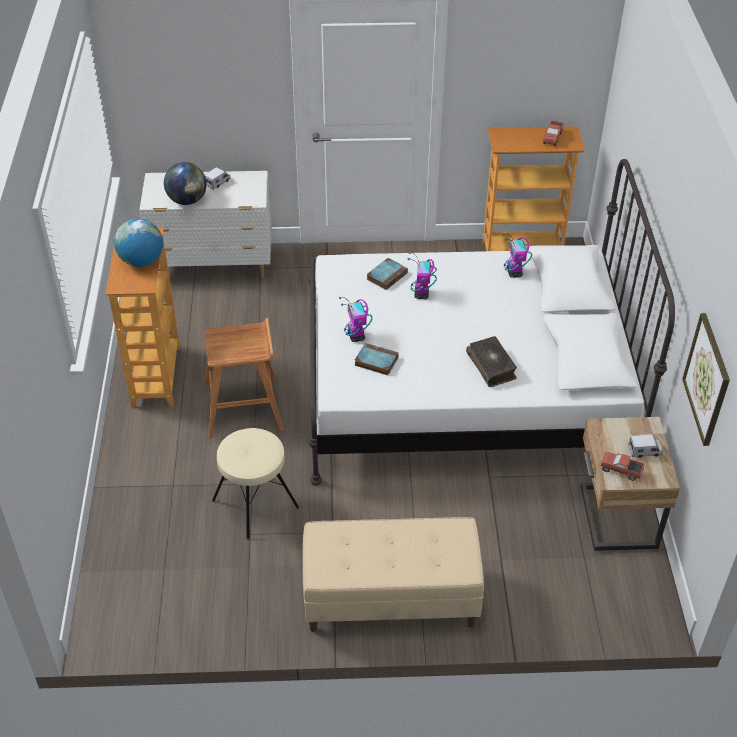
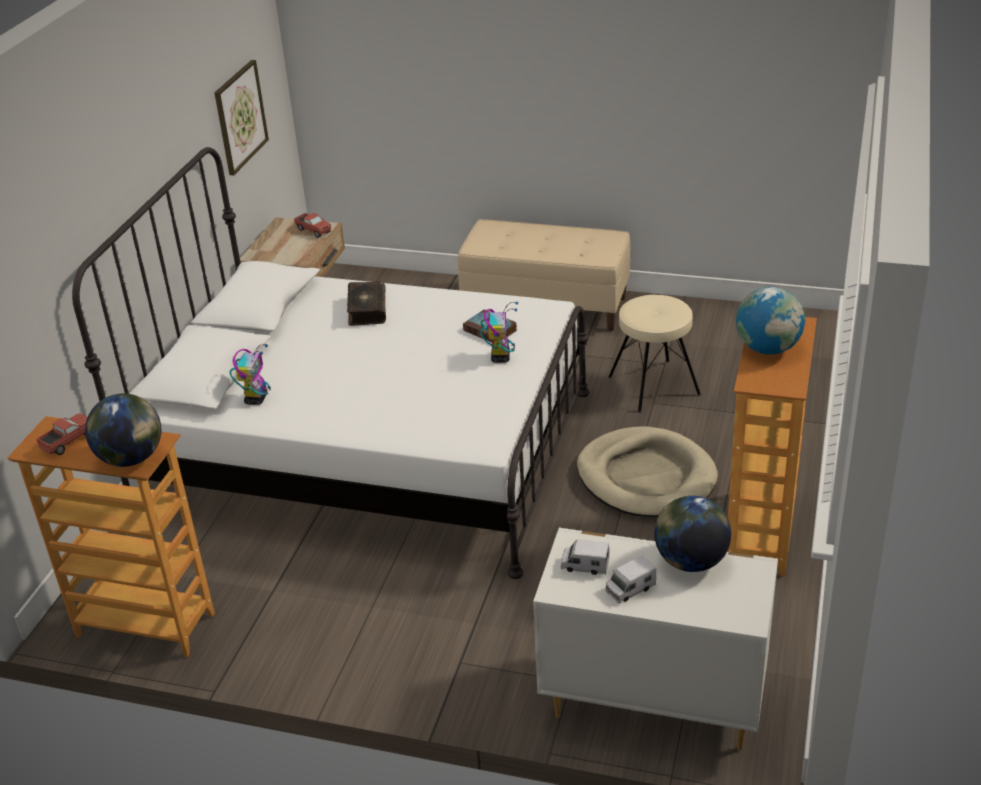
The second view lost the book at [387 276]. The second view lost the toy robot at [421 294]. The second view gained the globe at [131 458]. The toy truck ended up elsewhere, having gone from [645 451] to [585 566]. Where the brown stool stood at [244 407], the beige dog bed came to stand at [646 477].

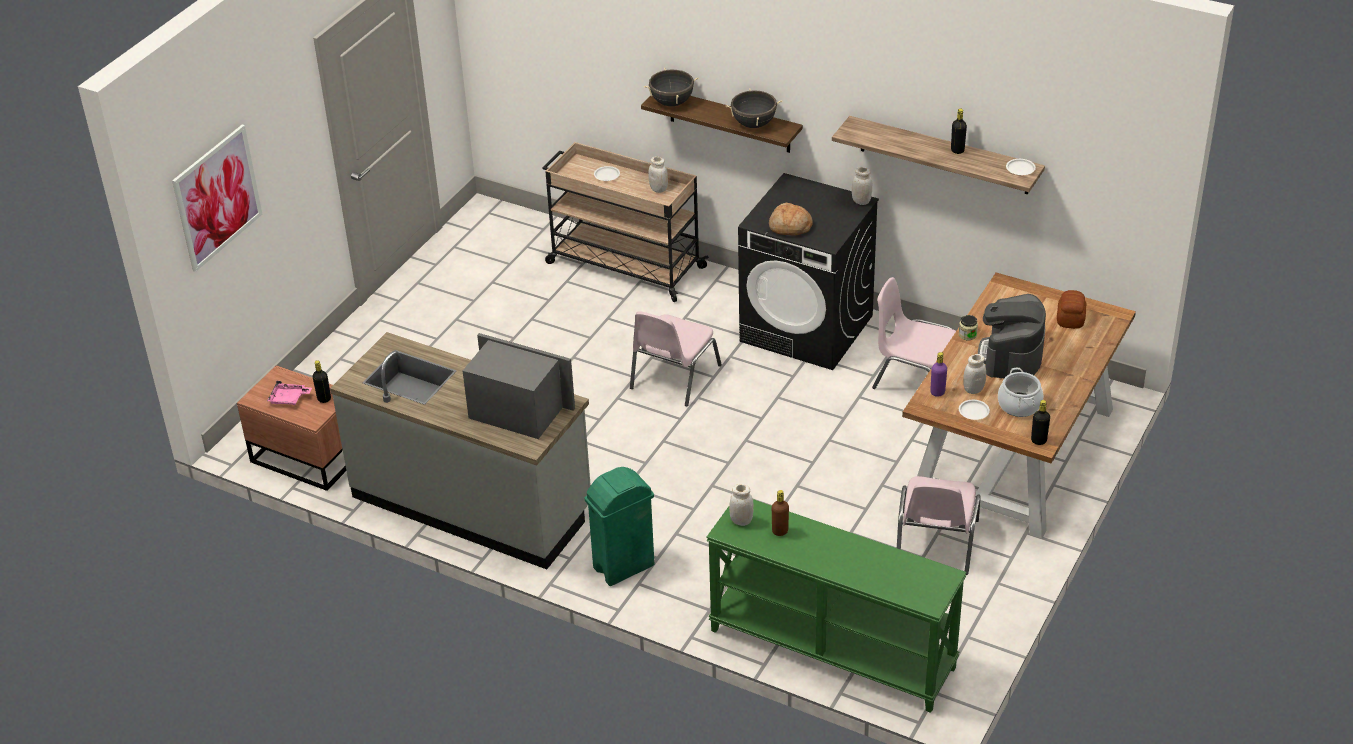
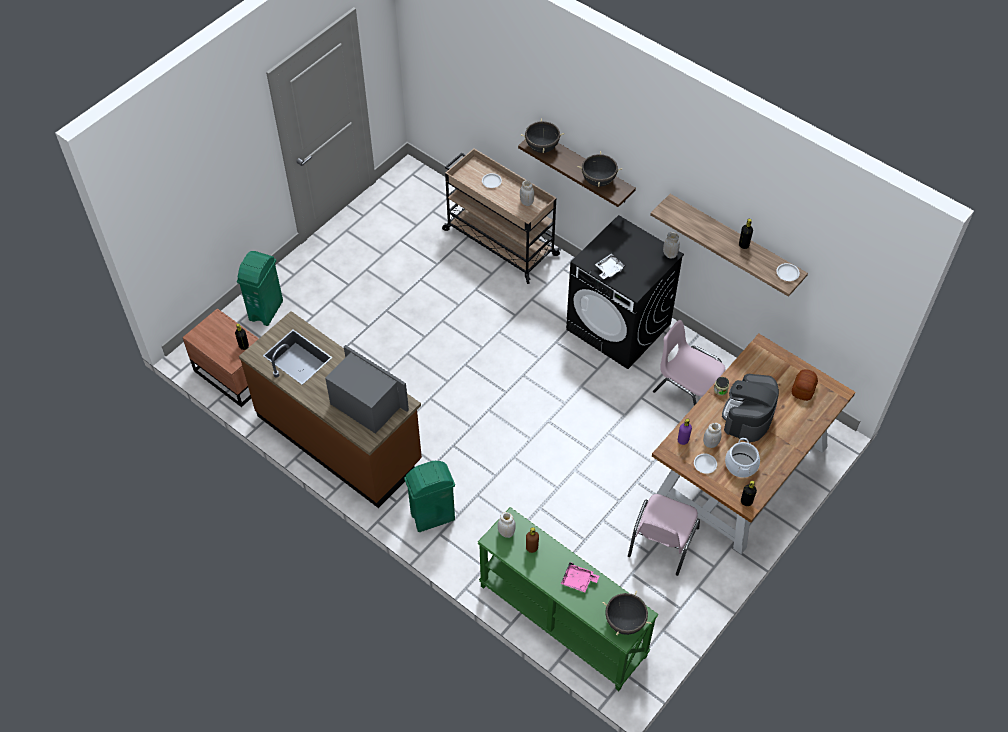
The second view lost the picture at [217 197]. The second view lost the pink chair at [673 377]. The second view gained the green trash can at [266 310]. The second view gained the black cooking pot at [625 622]. The pink tray ended up elsewhere, having gone from [289 398] to [578 580]. Where the bread stood at [790 227], the white tray came to stand at [609 269]. What was the grey counter at [472 503] turned into the brown counter at [340 438].

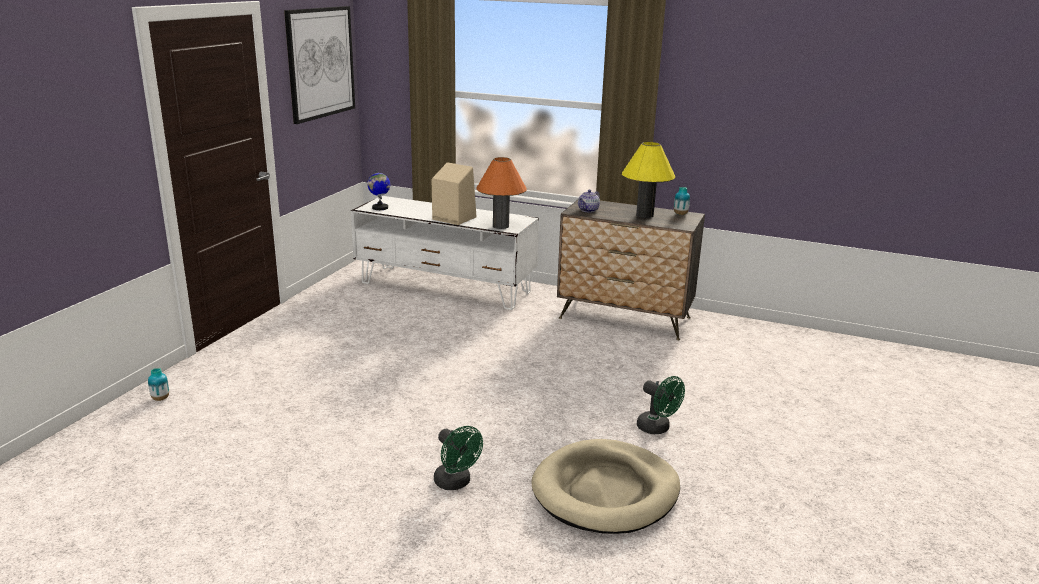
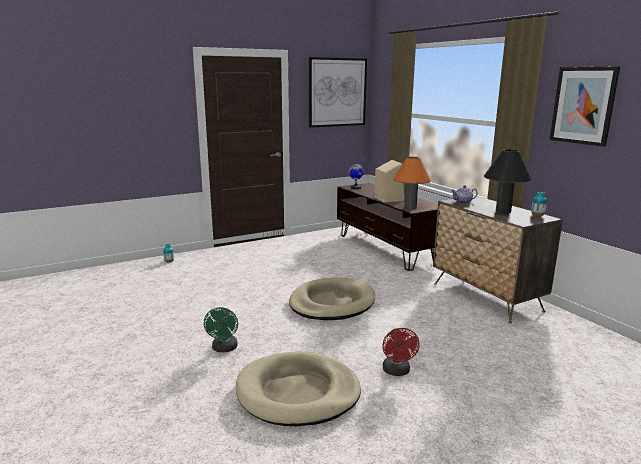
The second view gained the beige dog bed at [332 303]. The second view gained the picture at [583 105]. What was the white tv stand at [445 287] turned into the brown tv stand at [385 249]. What was the yellow table lamp at [644 215] turned into the black table lamp at [503 211]. What was the green fan at [657 428] turned into the red fan at [397 372].

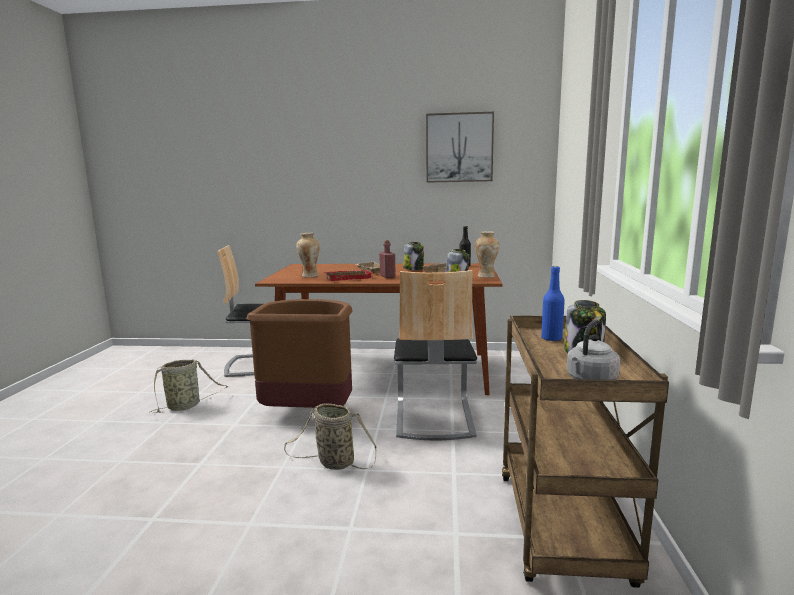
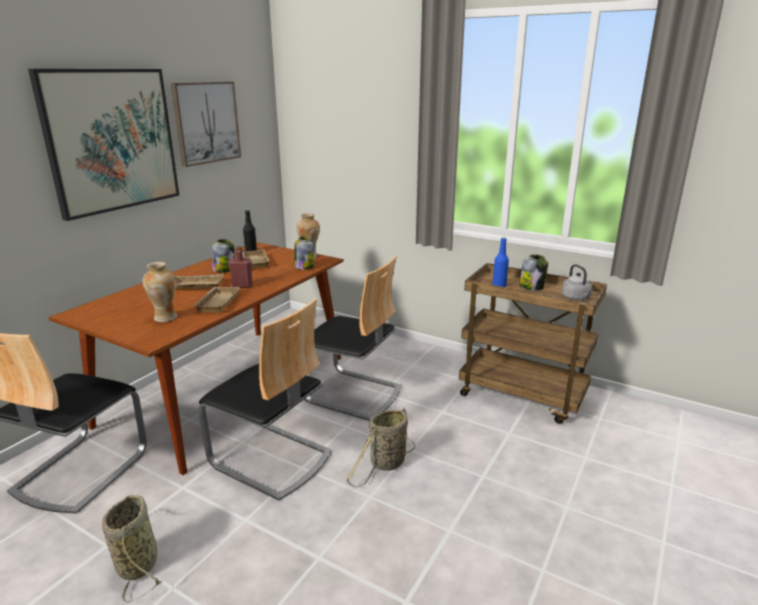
The second view gained the picture at [111 140]. Where the brown trash can stood at [308 412], the chair came to stand at [271 459]. What was the red tray at [348 278] turned into the beige tray at [217 302].

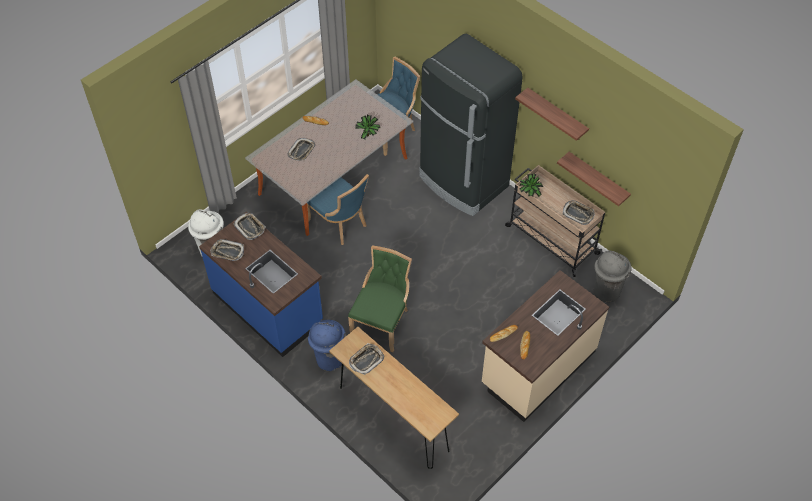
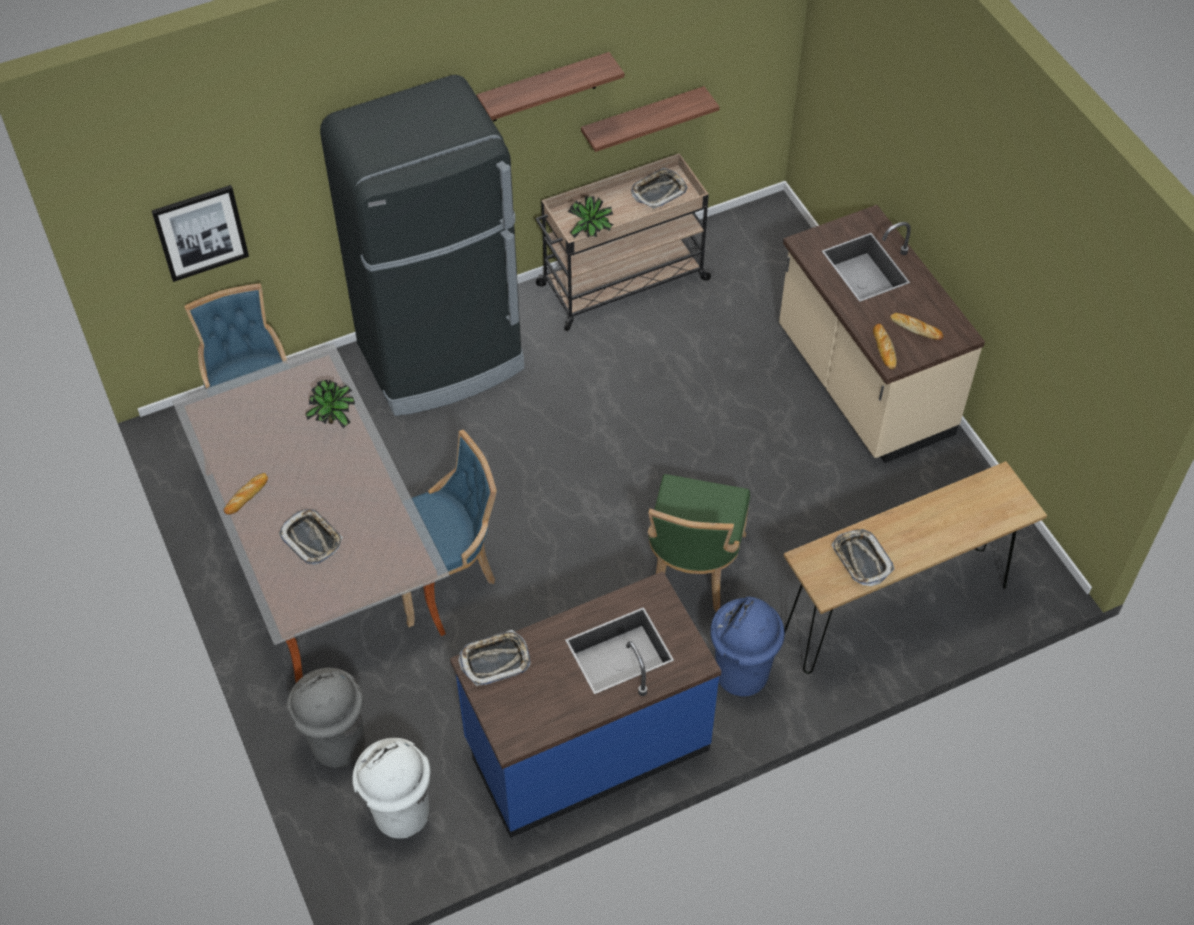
The second view lost the tray at [227 252]. The second view gained the picture at [200 232]. The grey trash can ended up elsewhere, having gone from [606 291] to [336 743]. The green chair at [382 322] ended up facing another way, 120 degrees counterclockwise from before.

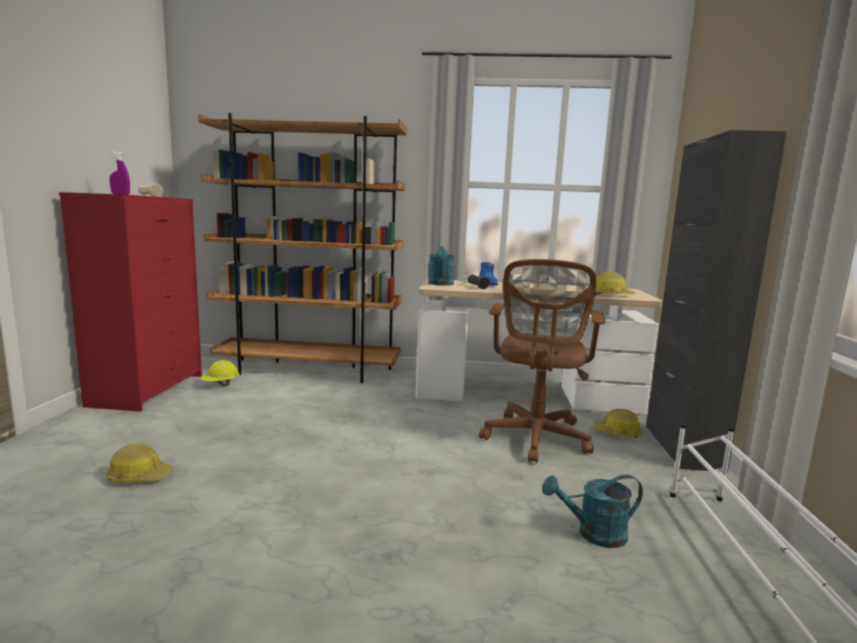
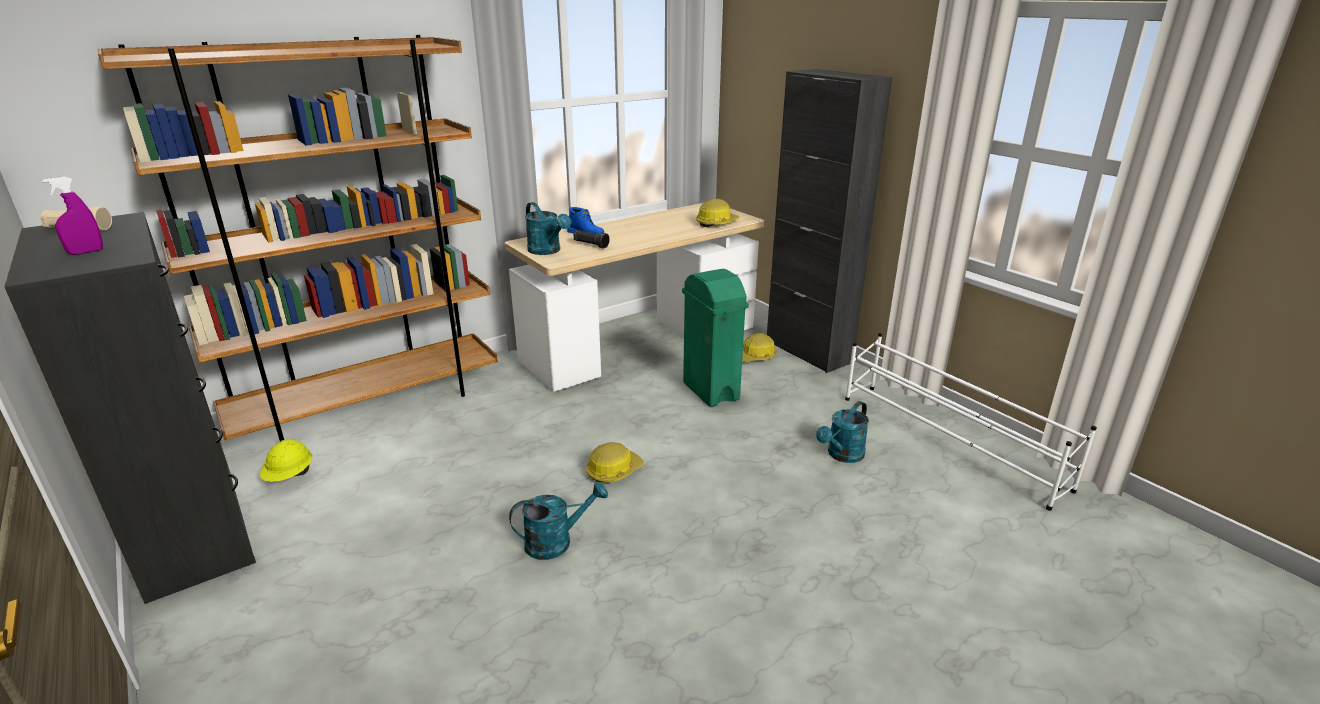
The second view gained the turquoise watering can at [557 542]. The hard hat ended up elsewhere, having gone from [140 476] to [613 471]. Where the brown office chair stood at [535 439], the green trash can came to stand at [711 391]. What was the red dresser at [148 389] turned into the black dresser at [193 531].

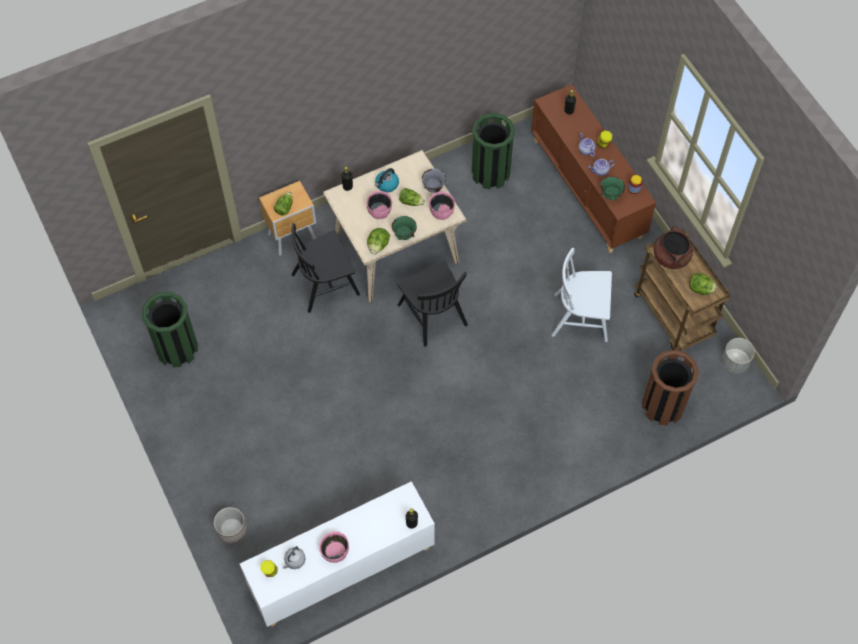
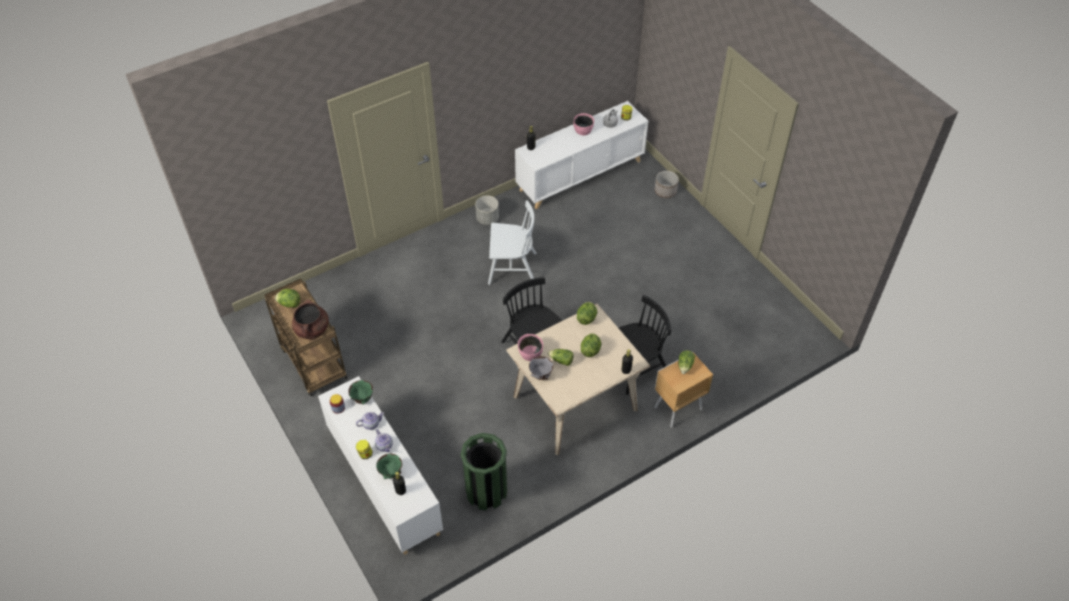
The second view lost the green trash can at [177 349]. The second view lost the kettle at [387 185]. The second view lost the brown trash can at [663 406]. The green bowl ended up elsewhere, having gone from [404 235] to [390 473]. The white chair ended up elsewhere, having gone from [581 317] to [512 268]. The grey planter ended up elsewhere, having gone from [735 363] to [487 218]. Where the pink bowl stood at [380 210], the lettuce came to stand at [590 350]. What was the brown cabinet at [587 189] turned into the white cabinet at [384 482].

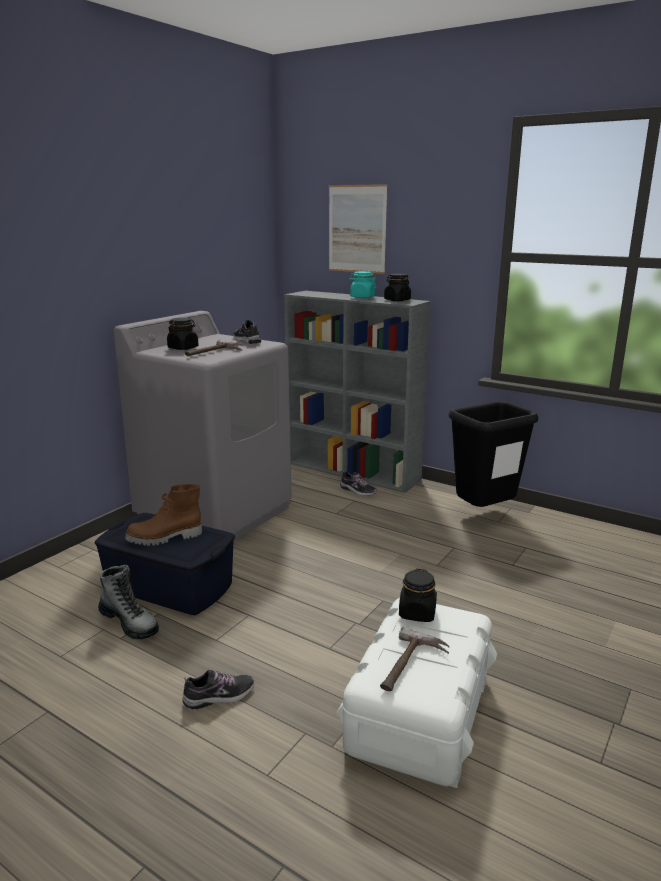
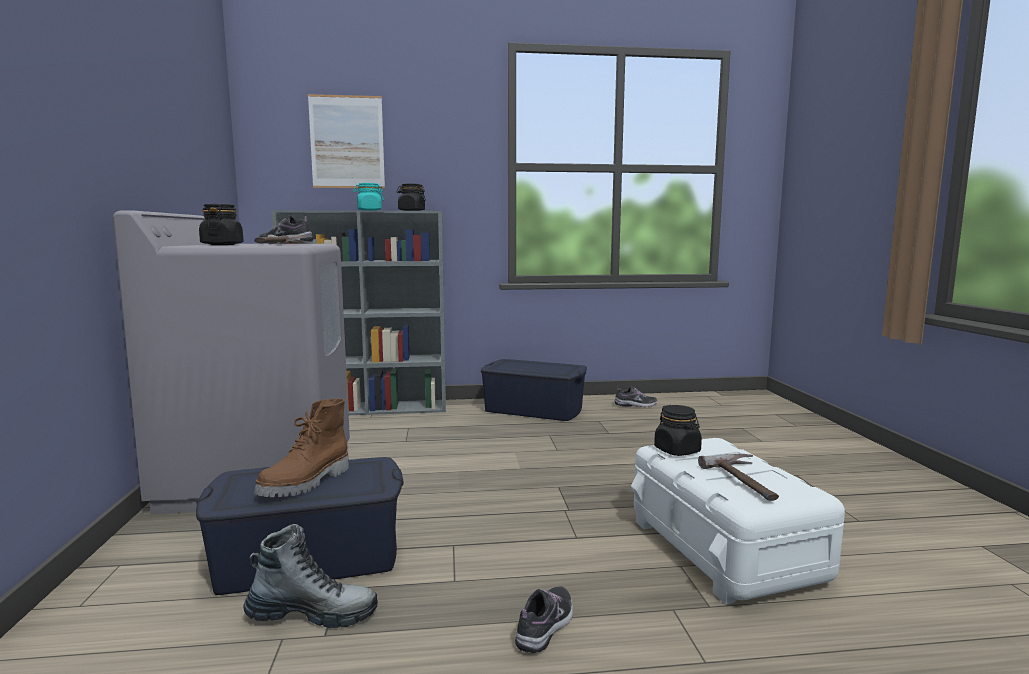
The shoe ended up elsewhere, having gone from [358 491] to [635 405]. Where the black trash can stood at [483 514], the blue storage box came to stand at [534 409].

